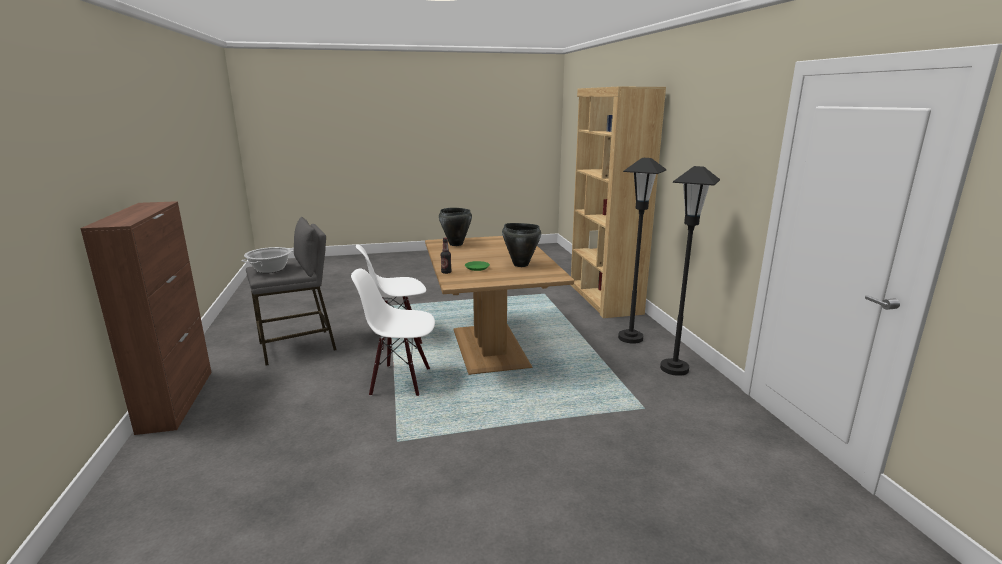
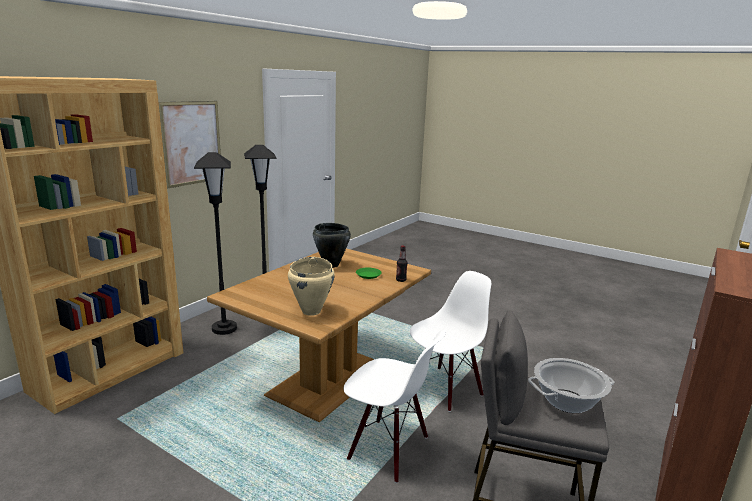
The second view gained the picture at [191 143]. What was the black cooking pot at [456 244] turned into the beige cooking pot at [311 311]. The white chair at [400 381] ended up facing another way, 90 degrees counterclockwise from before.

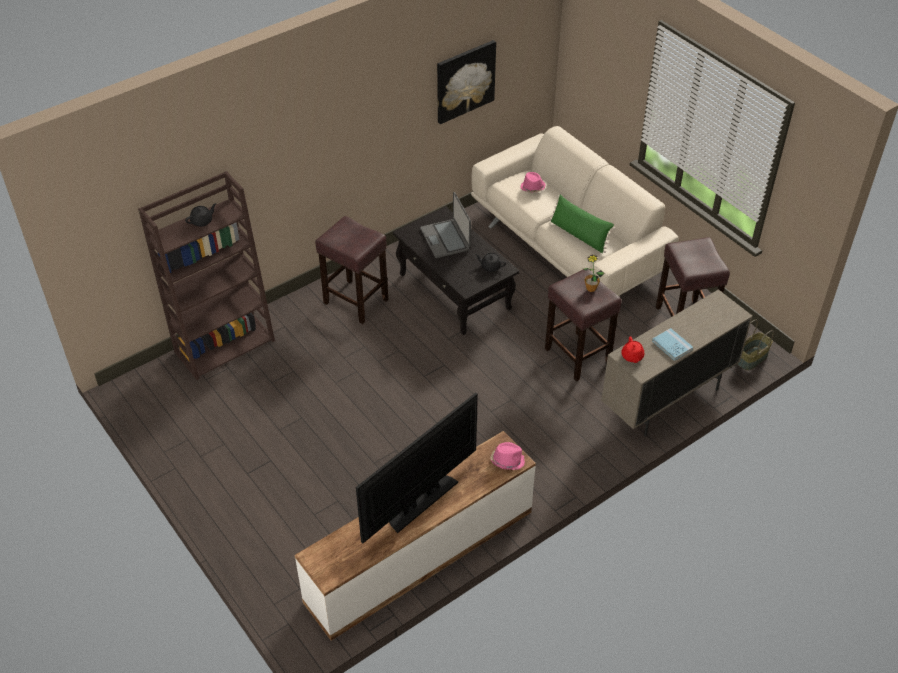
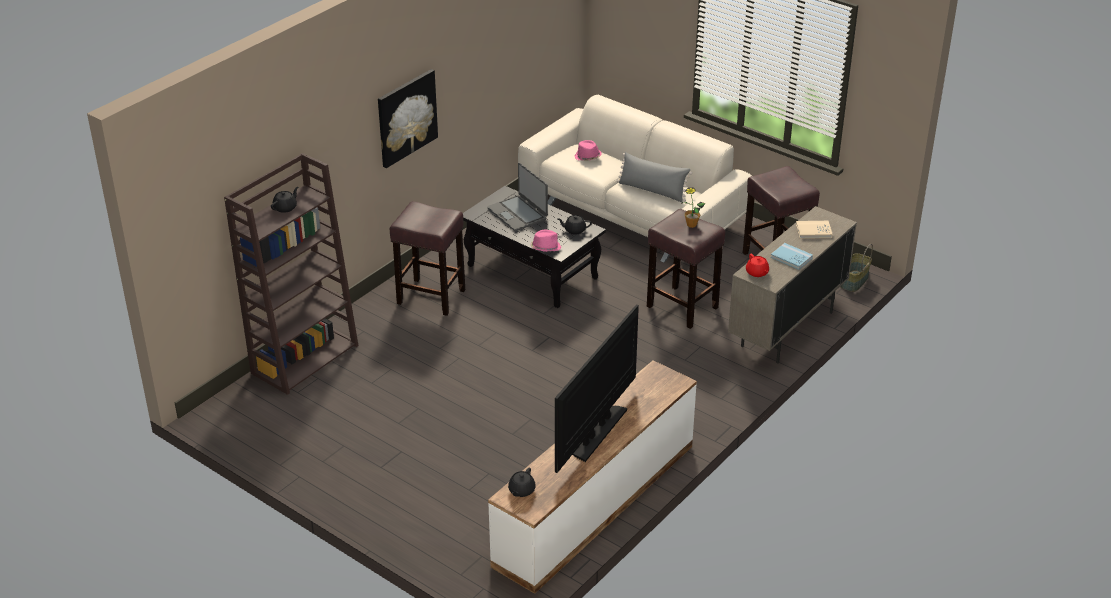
The second view gained the black teapot at [521 490]. The second view gained the beige book at [813 231]. The picture ended up elsewhere, having gone from [465 81] to [406 117]. The pink hat ended up elsewhere, having gone from [507 460] to [545 248]. What was the green pillow at [579 235] turned into the grey pillow at [652 191].

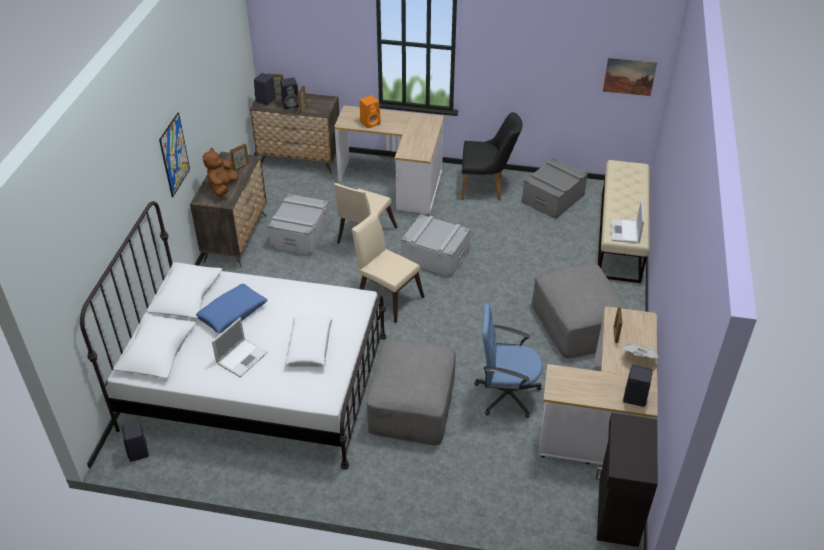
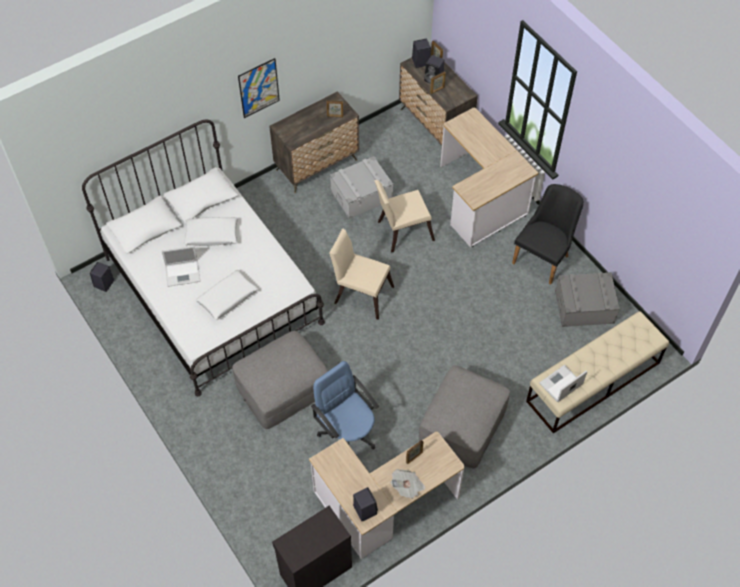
The second view lost the brown plush toy at [222 188]. The second view lost the orange speaker at [370 122]. The second view lost the grey storage box at [435 256]. The second view lost the picture at [629 76]. What was the blue pillow at [232 313] turned into the white pillow at [211 235]. The beige chair at [386 296] ended up facing another way, 60 degrees counterclockwise from before. The black chair at [486 188] ended up facing another way, 105 degrees counterclockwise from before.

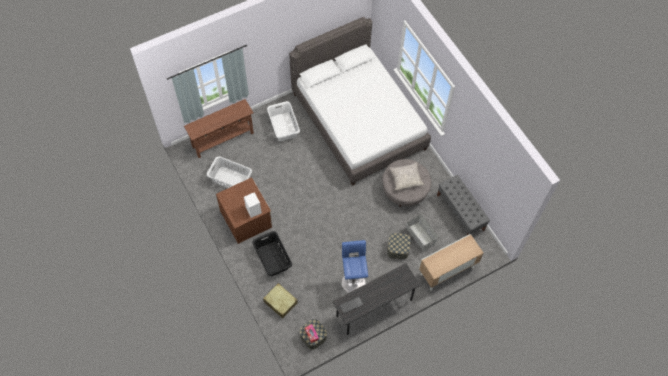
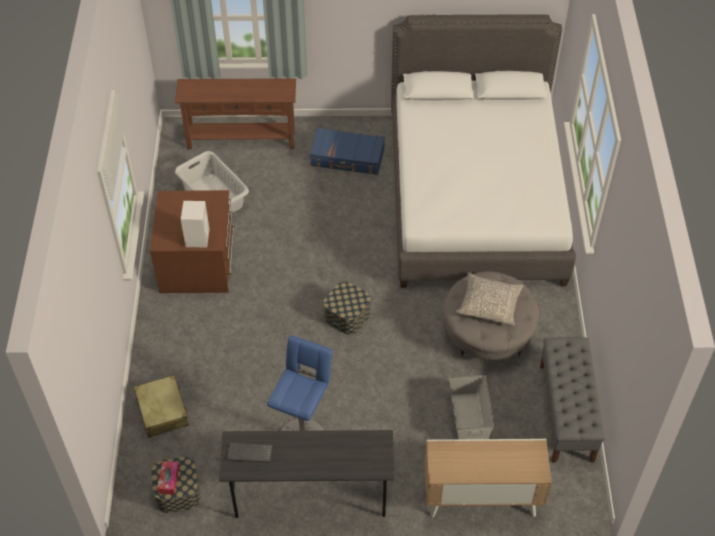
The second view lost the black laundry basket at [272 259]. The storage box ended up elsewhere, having gone from [398 249] to [347 315]. Where the white laundry basket stood at [284 126], the blue suitcase came to stand at [347 158].

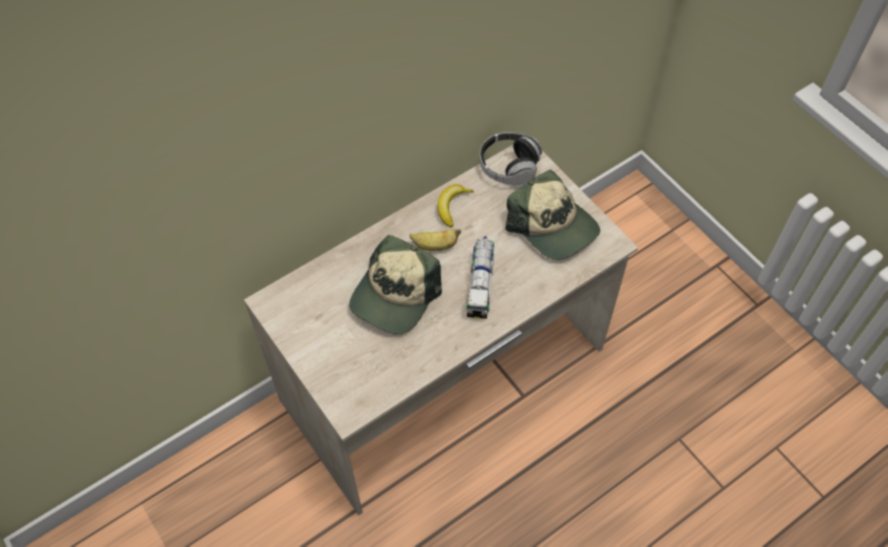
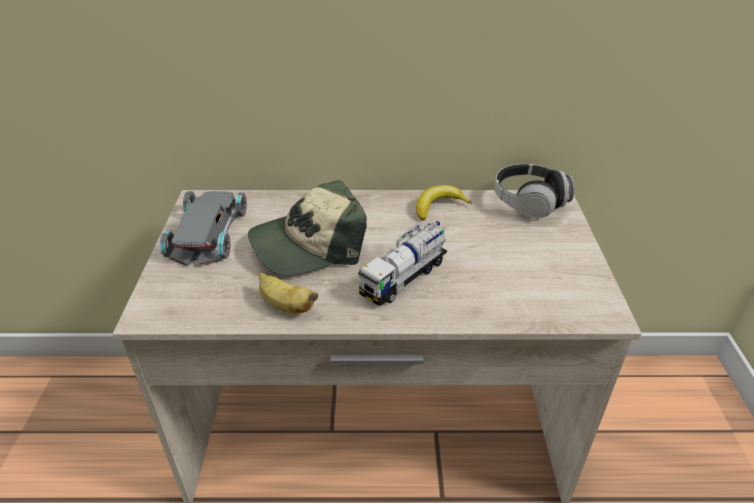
The second view lost the cap at [553 226]. The second view gained the grey toy car at [210 232]. The banana ended up elsewhere, having gone from [435 246] to [285 306].

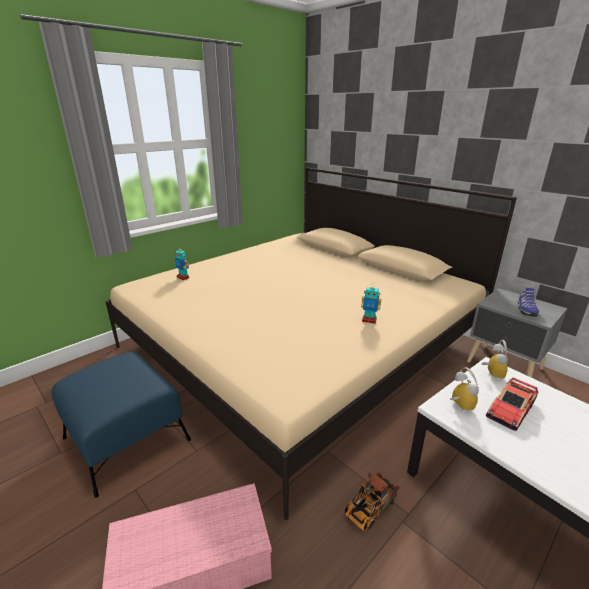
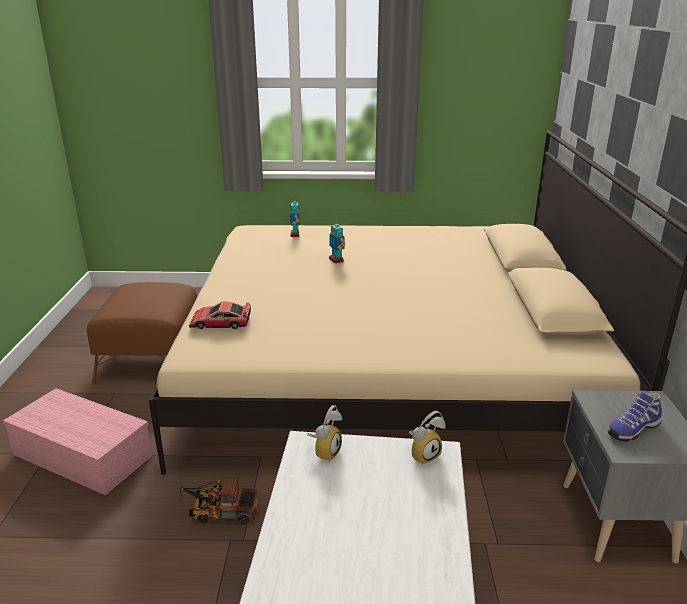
The toy robot ended up elsewhere, having gone from [369 320] to [336 260]. The toy car ended up elsewhere, having gone from [510 409] to [220 322]. What was the blue ottoman at [126 439] turned into the brown ottoman at [151 360].

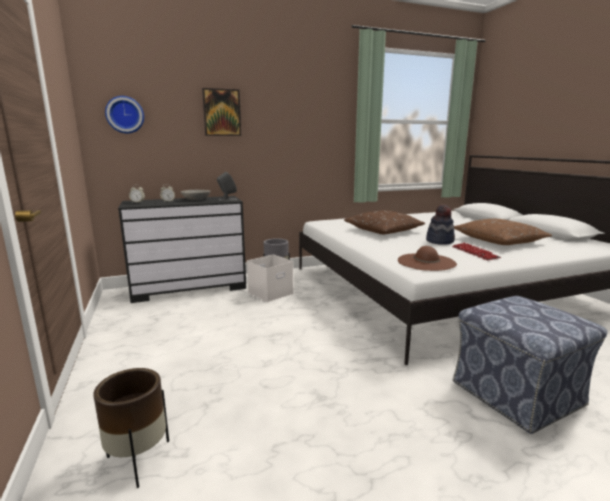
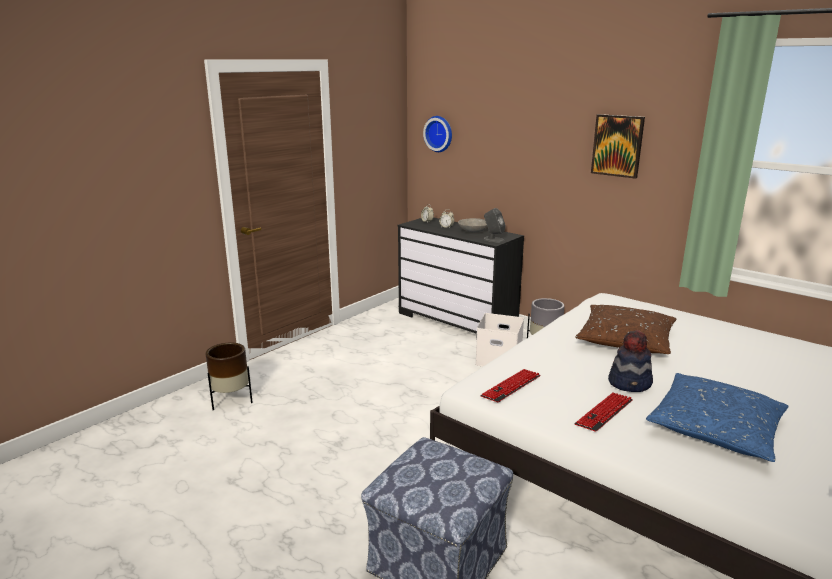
The picture ended up elsewhere, having gone from [222 112] to [617 145]. Where the brown hat stood at [426 262], the keyboard came to stand at [511 387]. What was the brown pillow at [498 241] turned into the blue pillow at [715 427].

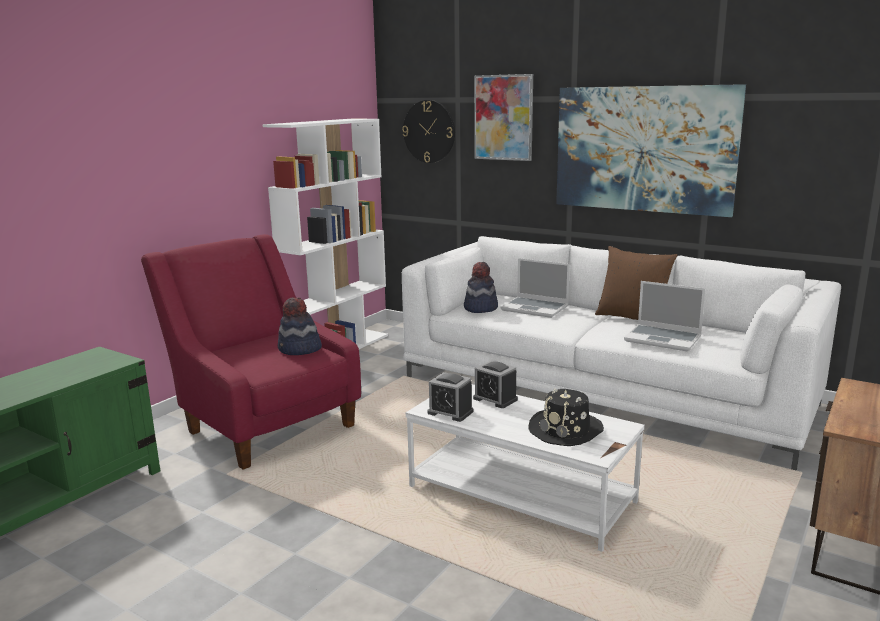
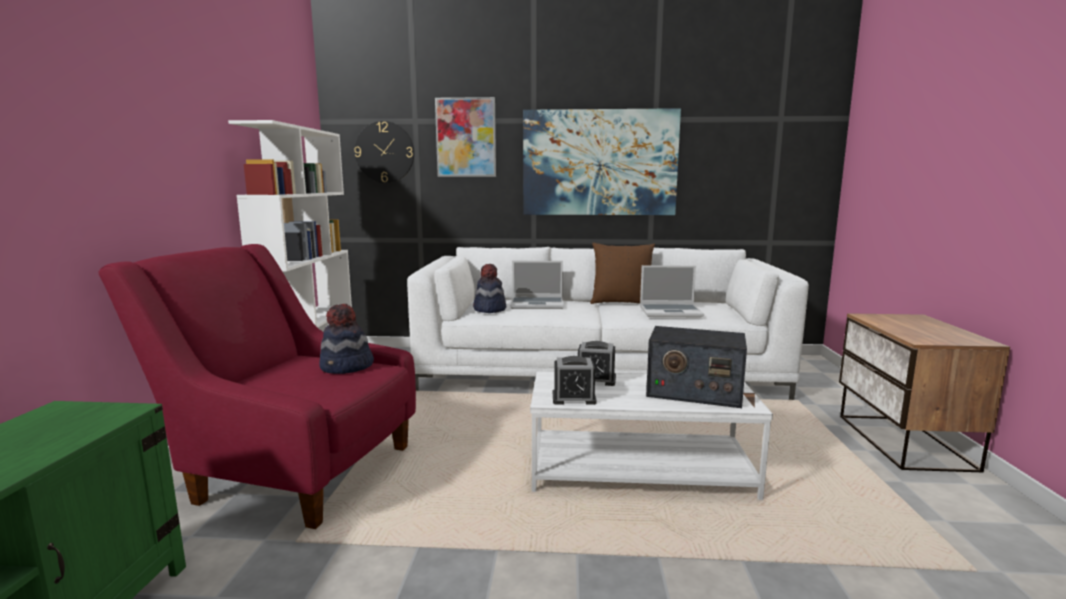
Where the black hat stood at [566 430], the radio came to stand at [693 392].

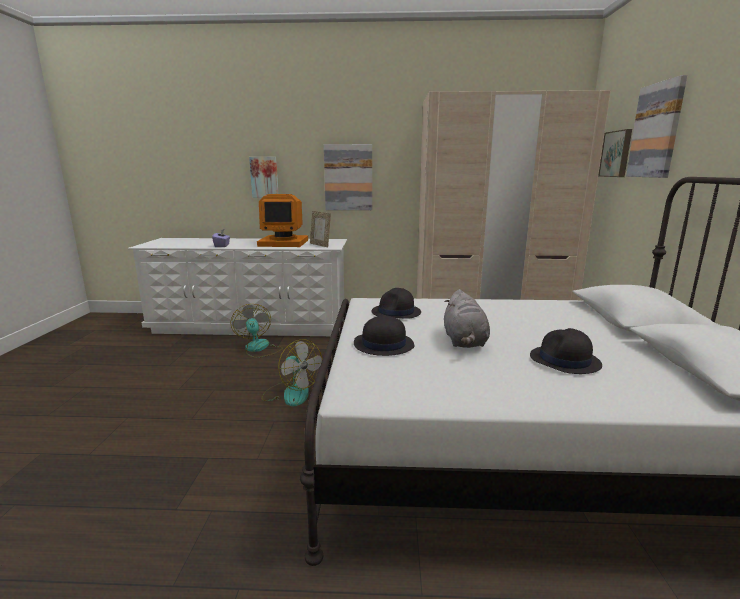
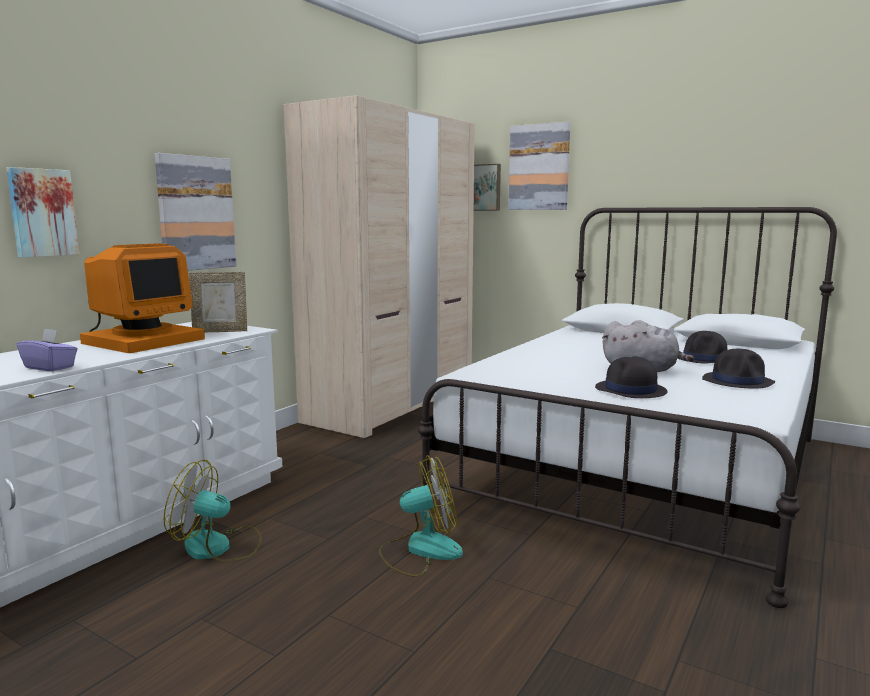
The black hat ended up elsewhere, having gone from [396 312] to [738 381].

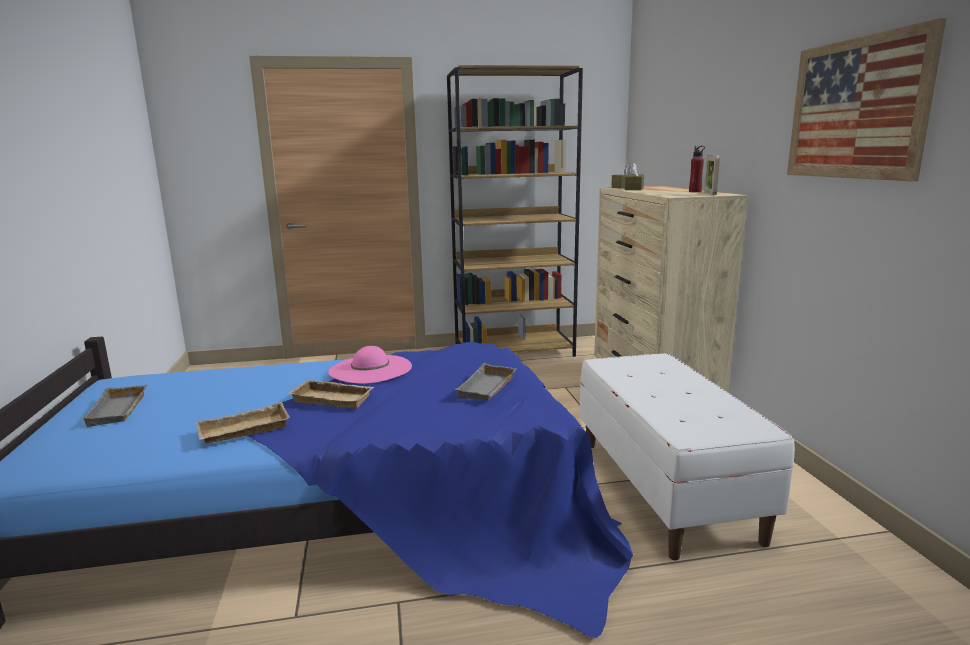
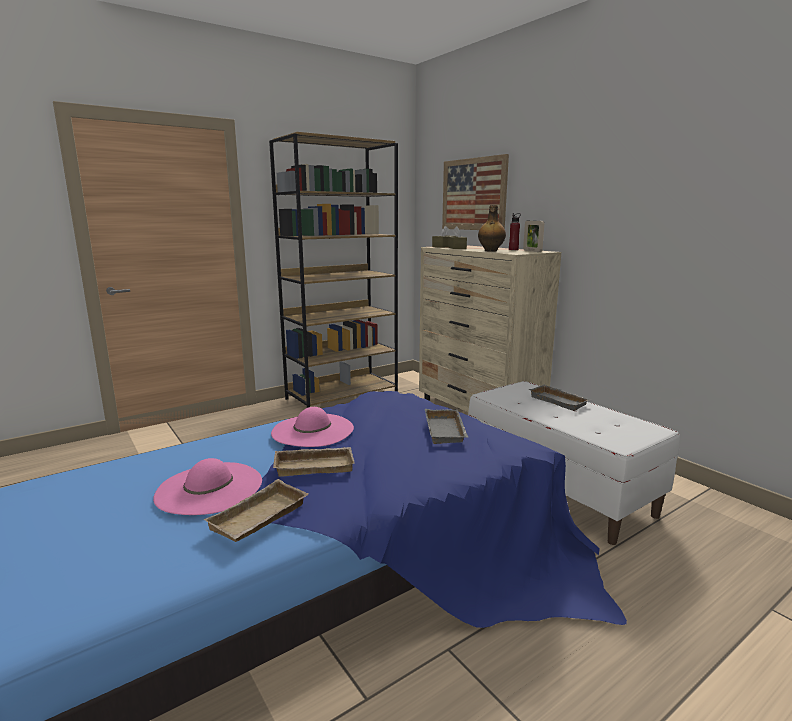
The second view gained the pink hat at [209 488]. The second view gained the bottle at [490 251]. The grey tray ended up elsewhere, having gone from [120 410] to [560 401]. The picture ended up elsewhere, having gone from [856 109] to [473 194].

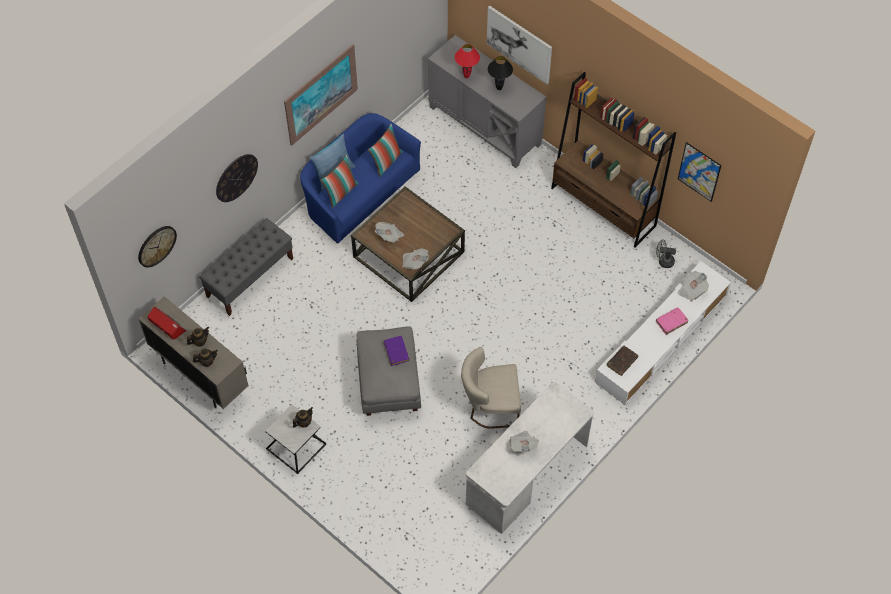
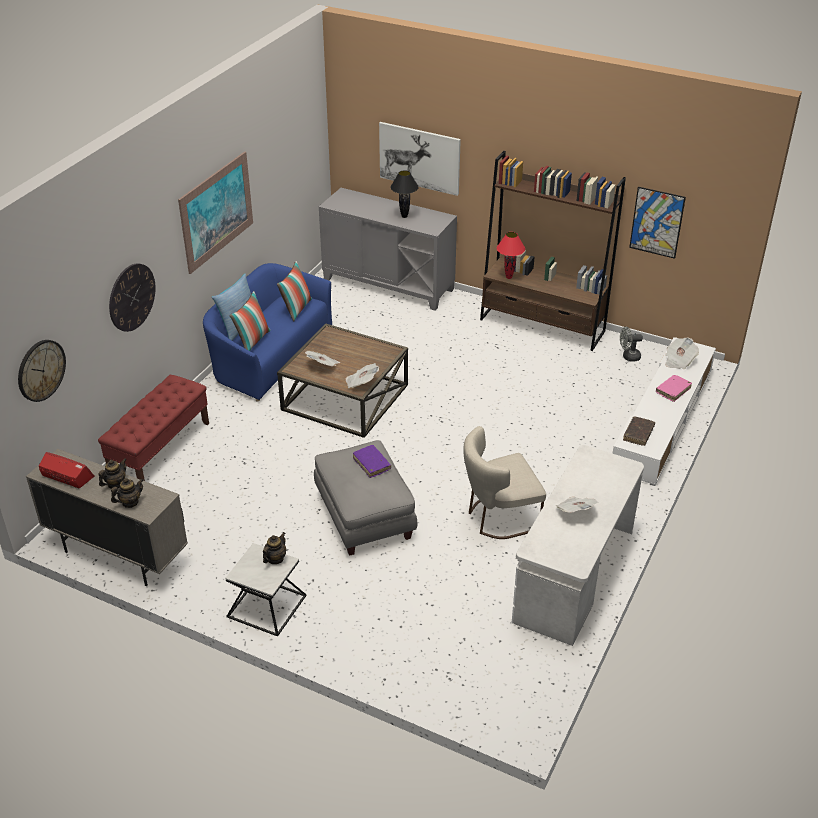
The red table lamp ended up elsewhere, having gone from [466 76] to [508 277]. What was the grey bench at [250 277] turned into the red bench at [160 449].

